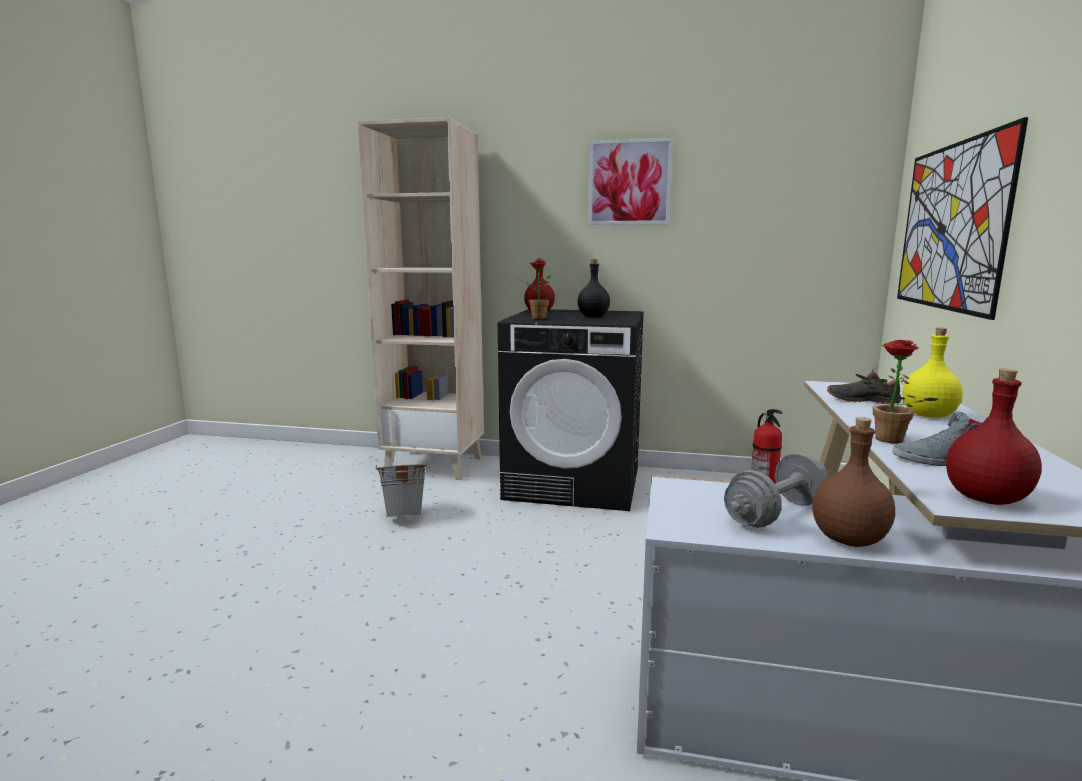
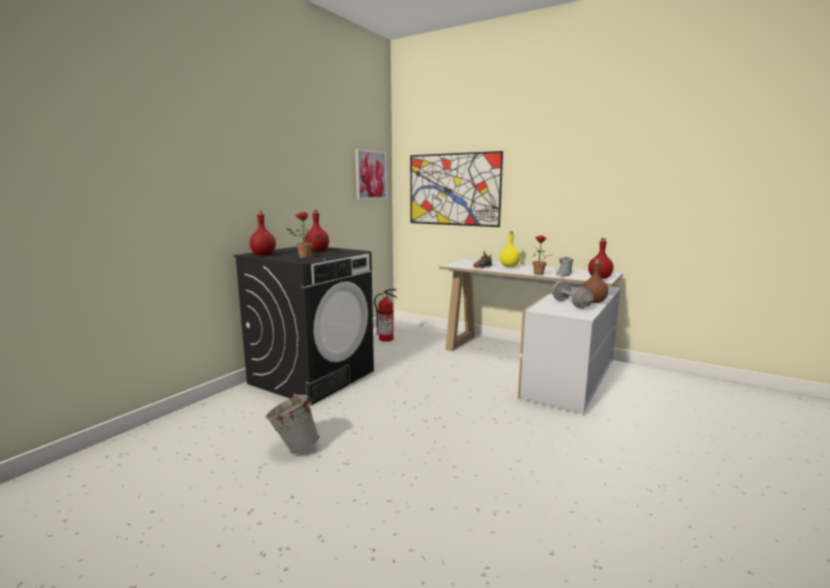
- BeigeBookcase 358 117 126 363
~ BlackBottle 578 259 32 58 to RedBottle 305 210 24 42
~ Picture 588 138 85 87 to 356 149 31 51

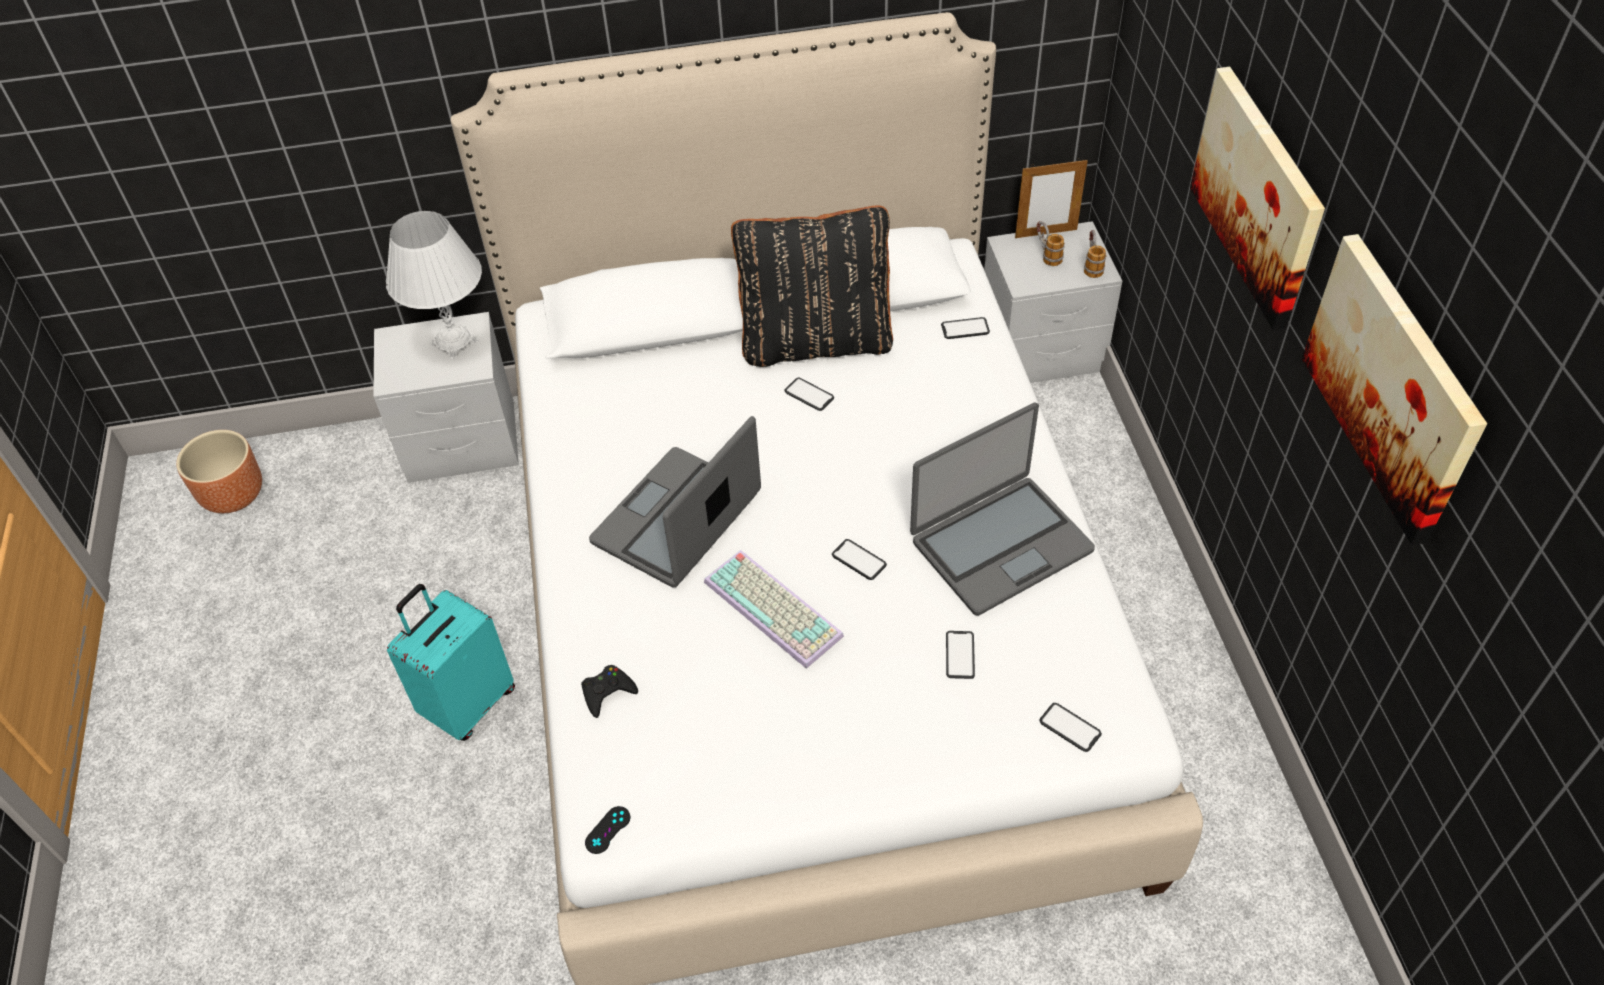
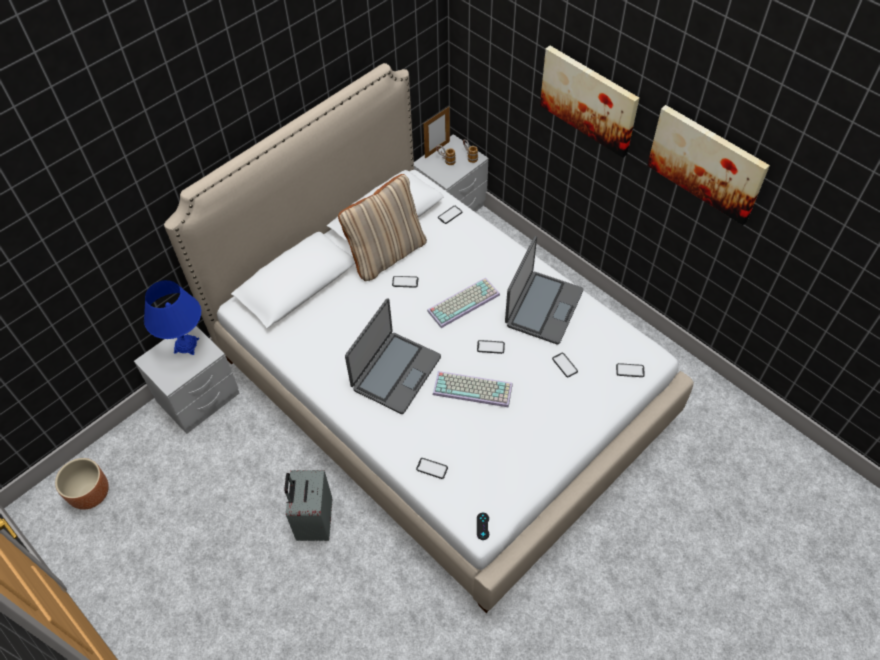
~ WhiteTableLamp 386 211 96 148 to BlueTableLamp 144 280 57 75
~ TurquoiseSuitcase 387 584 128 157 to GreySuitcase 284 470 48 71
~ BlackGameController 581 665 57 53 to Phone 416 458 32 21
~ Laptop 589 416 172 171 = 345 298 96 116 150 degrees counterclockwise
~ BlackPillow 731 205 162 162 to BeigePillow 338 174 89 107
+ Keyboard 427 278 73 50

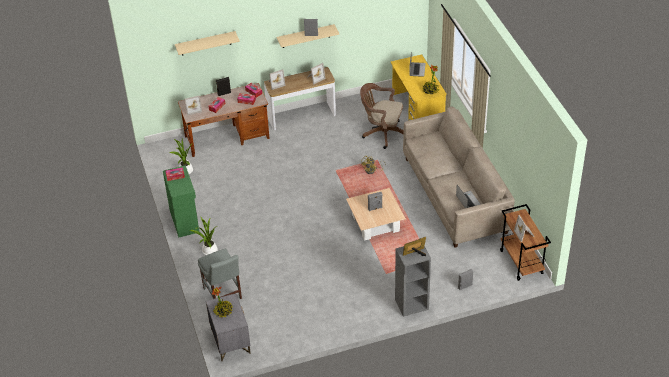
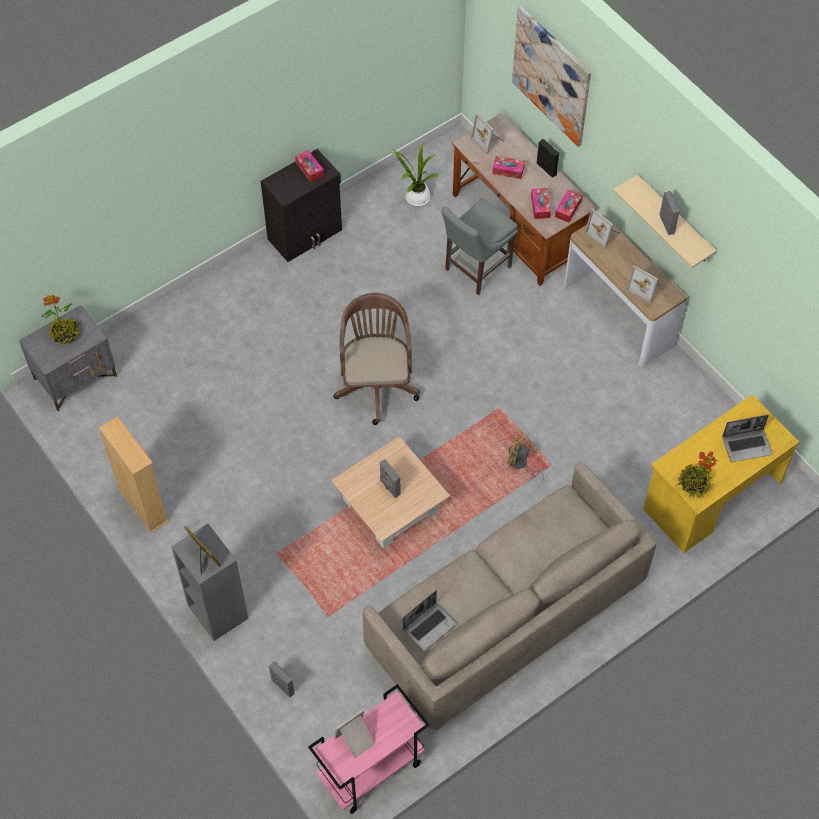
~ GreenCabinet 163 165 36 73 to BlackCabinet 261 149 81 113
~ BeigeShelf 175 31 65 24 to Picture 512 7 79 140
- PottedPlant 190 216 28 39
~ GreyChair 198 249 44 50 to 441 199 77 96
~ BrownOfficeChair 360 83 44 66 to 333 293 87 132
~ BrownCart 500 204 51 77 to PinkCart 308 684 122 130
+ BeigeBookcase 99 416 70 117

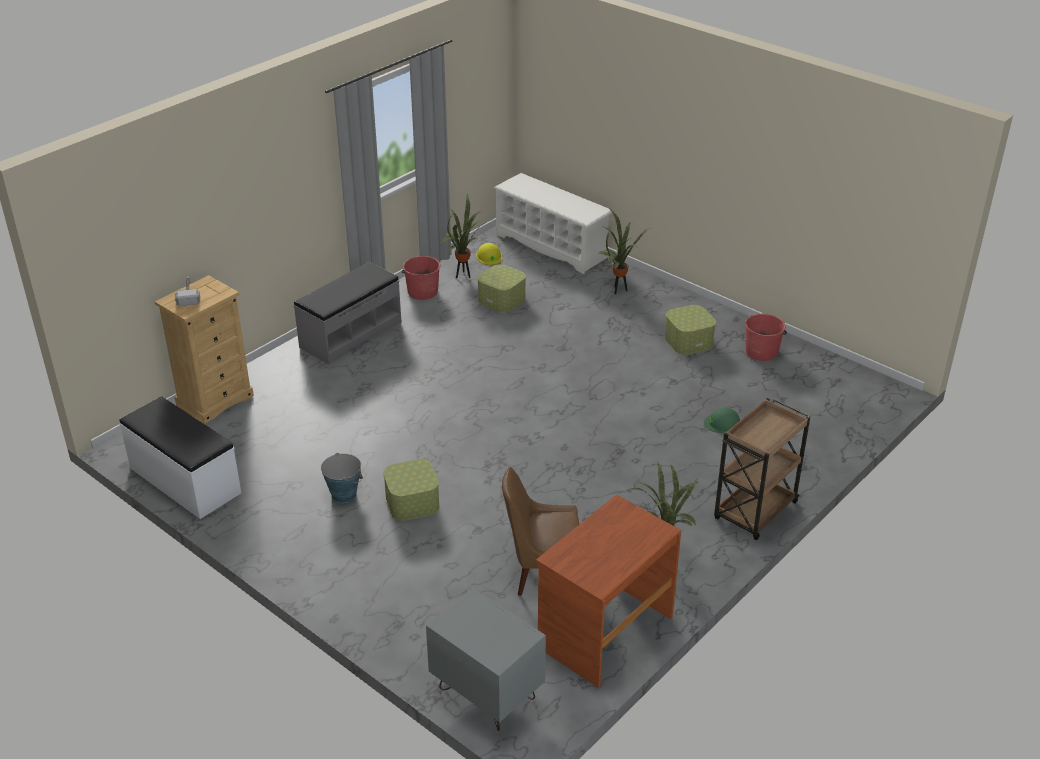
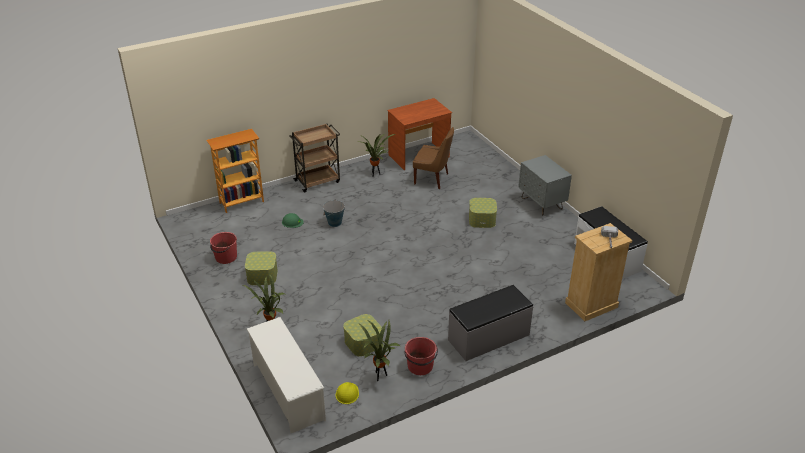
~ Bucket 321 453 42 50 to 323 200 22 27
~ GreyNightstand 426 588 120 143 to 518 155 54 60
+ Bookcase 207 129 57 84

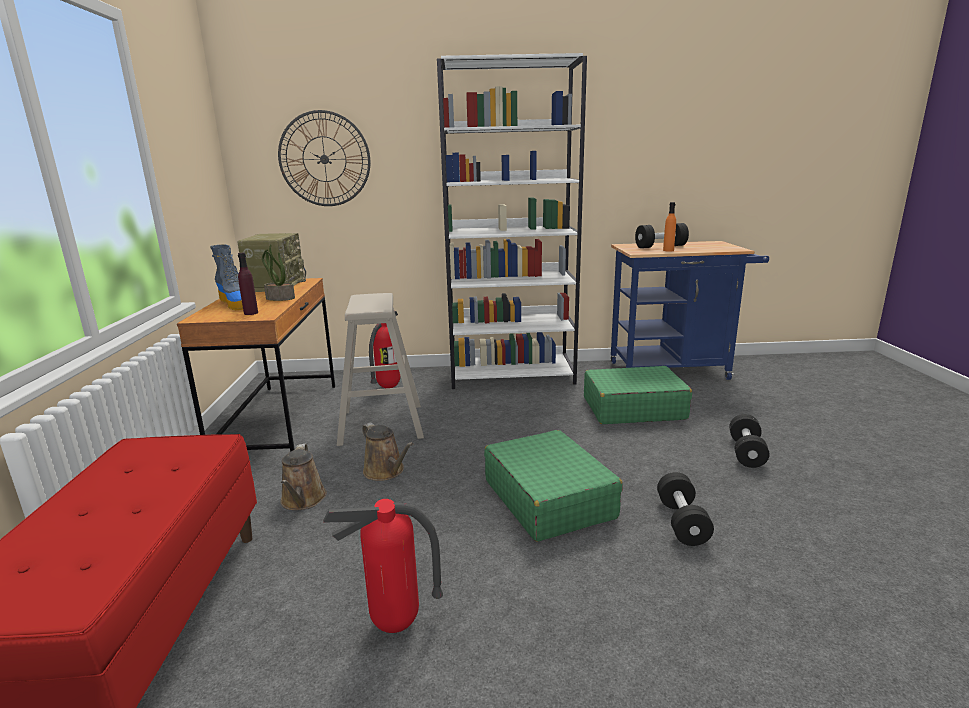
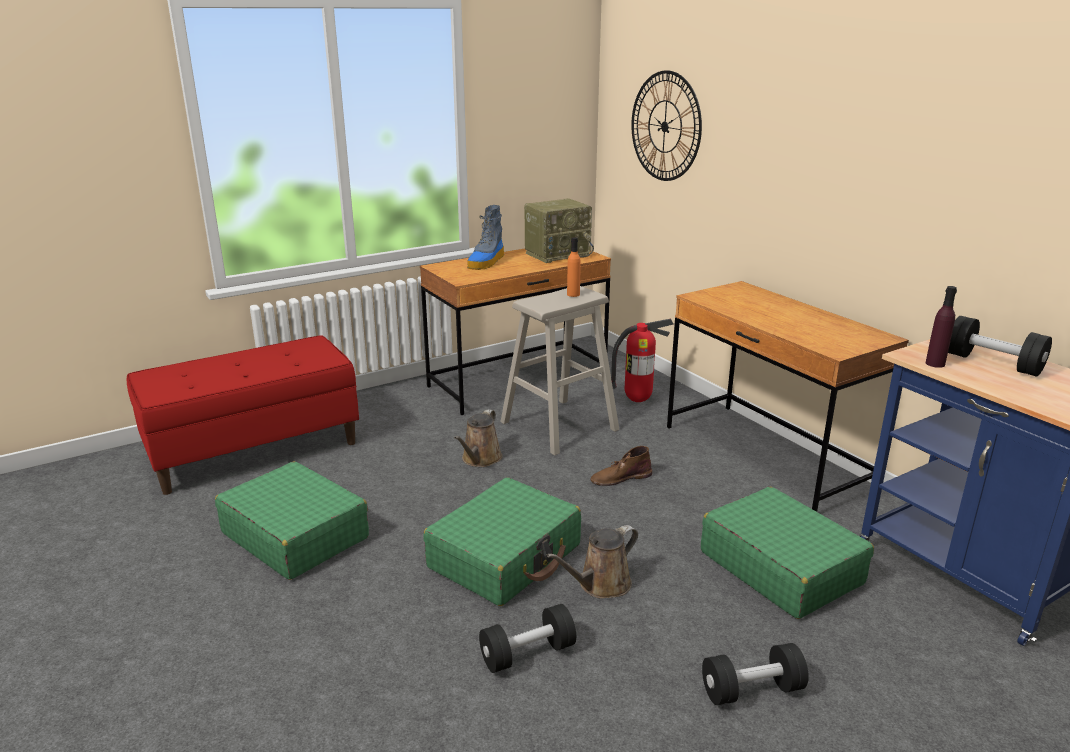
~ PurpleBottle 238 253 20 62 to 926 286 31 82
- PottedPlant 262 244 33 57
~ BrownWateringCan 280 444 47 66 to 547 525 91 74
~ FireExtinguisher 323 499 120 134 to GreenSuitcase 215 461 154 119
~ WhiteBookcase 437 53 150 336 to BrownDesk 667 281 242 231
~ OrangeBottle 663 202 13 49 to 567 237 14 60
+ BrownBoot 590 446 62 40

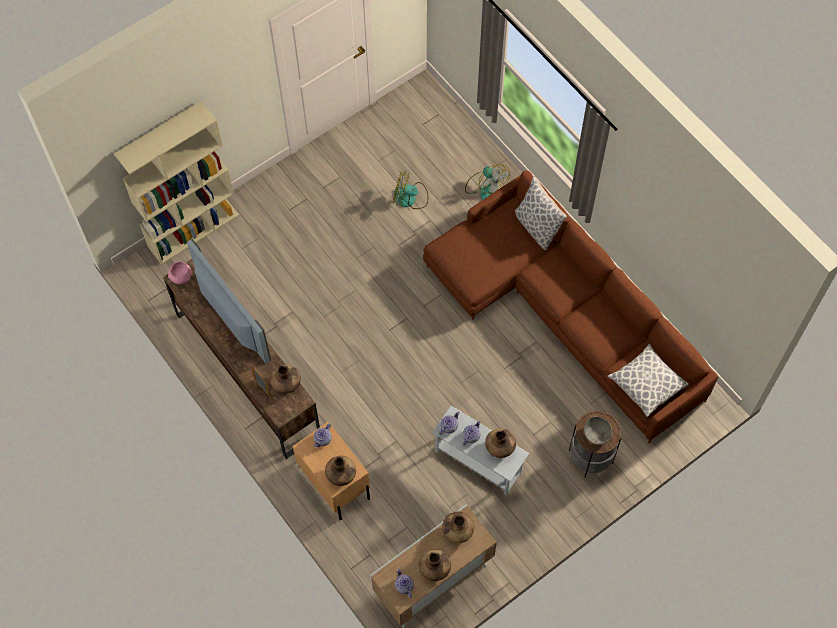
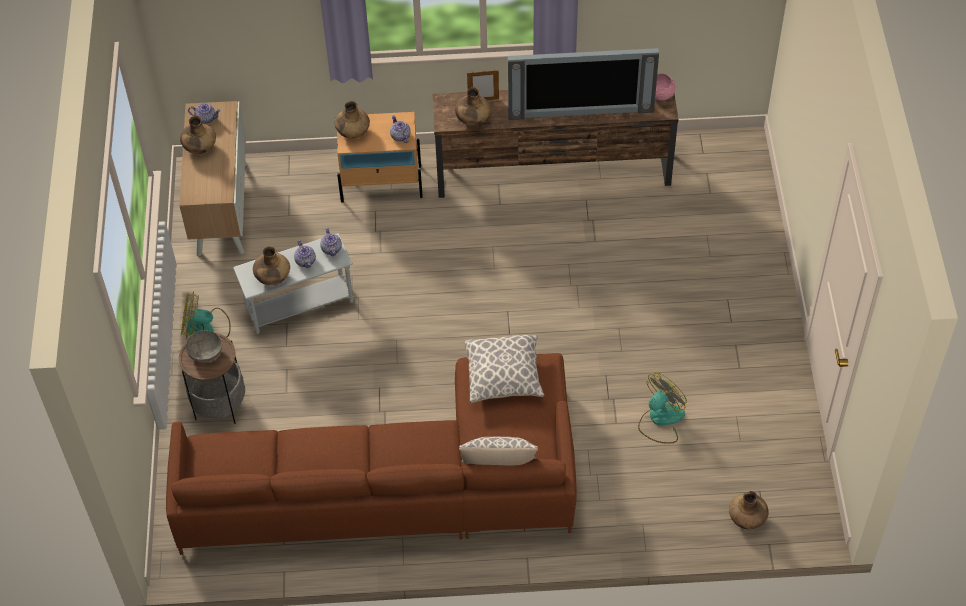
- BeigeBookcase 114 101 125 164
~ BrownVase 442 512 32 31 to 729 491 40 39
~ Fan 465 164 45 36 to 181 291 50 47
~ Pillow 607 344 82 73 to 465 335 79 68

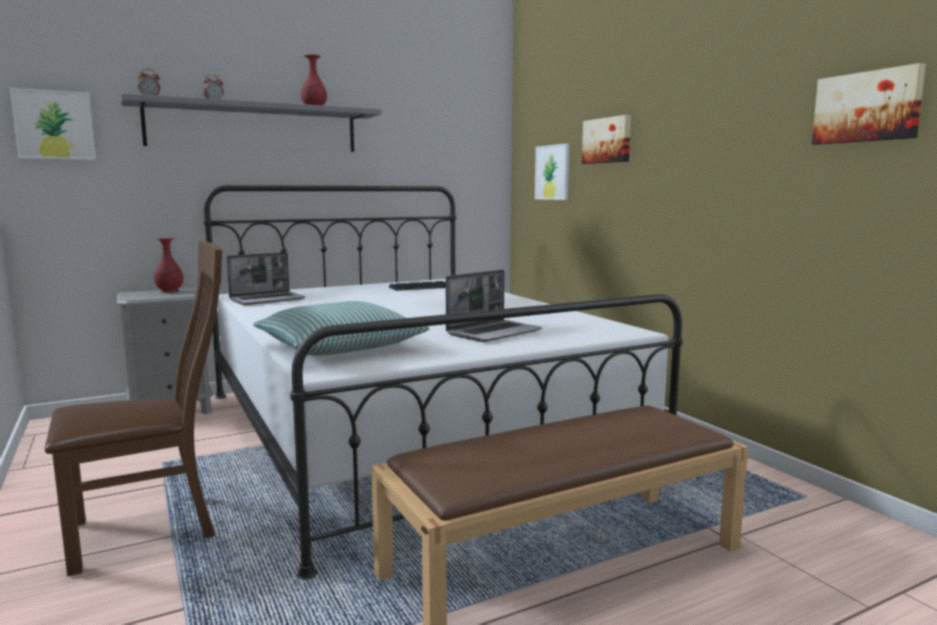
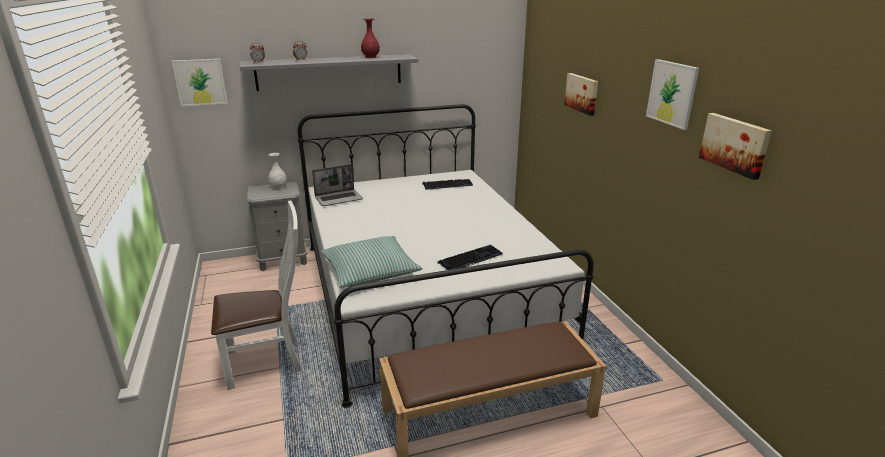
~ BrownChair 45 241 177 336 to WhiteChair 211 201 91 189
~ RedVase 154 238 30 55 to WhiteVase 268 153 19 36
~ Laptop 446 270 96 72 to Keyboard 437 245 66 25
~ Picture 535 143 34 57 to 646 59 53 71

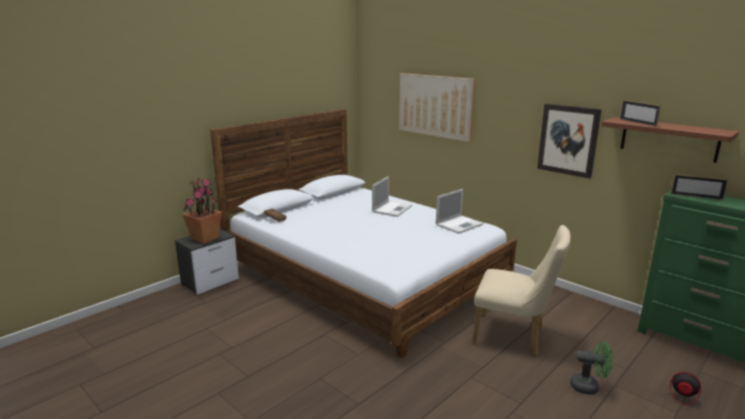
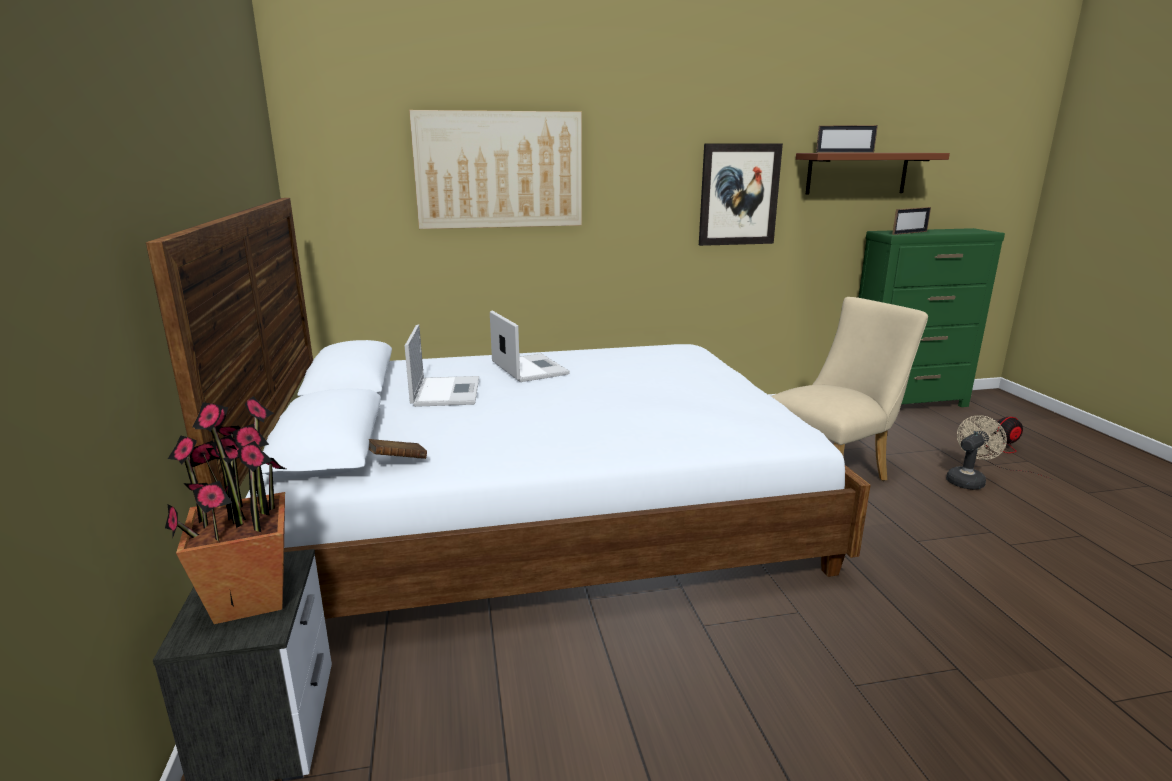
~ Laptop 436 189 48 45 to 405 324 74 83
~ GreenFan 570 342 43 52 to BeigeFan 946 415 61 75

